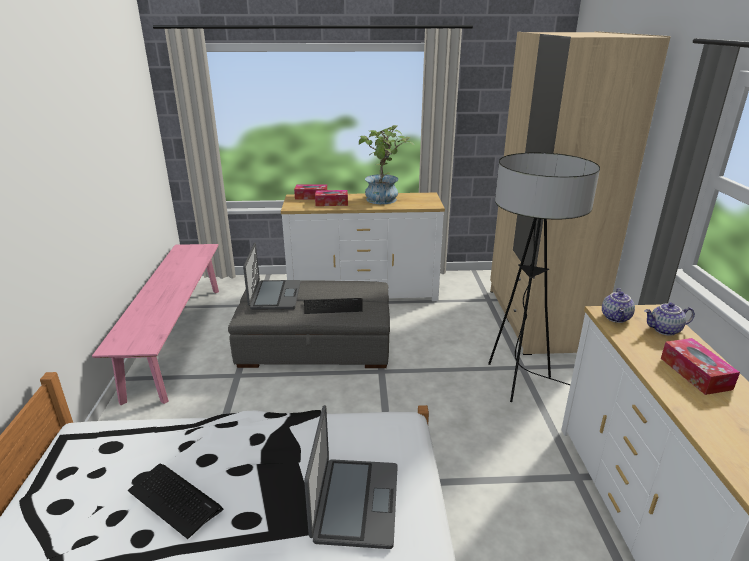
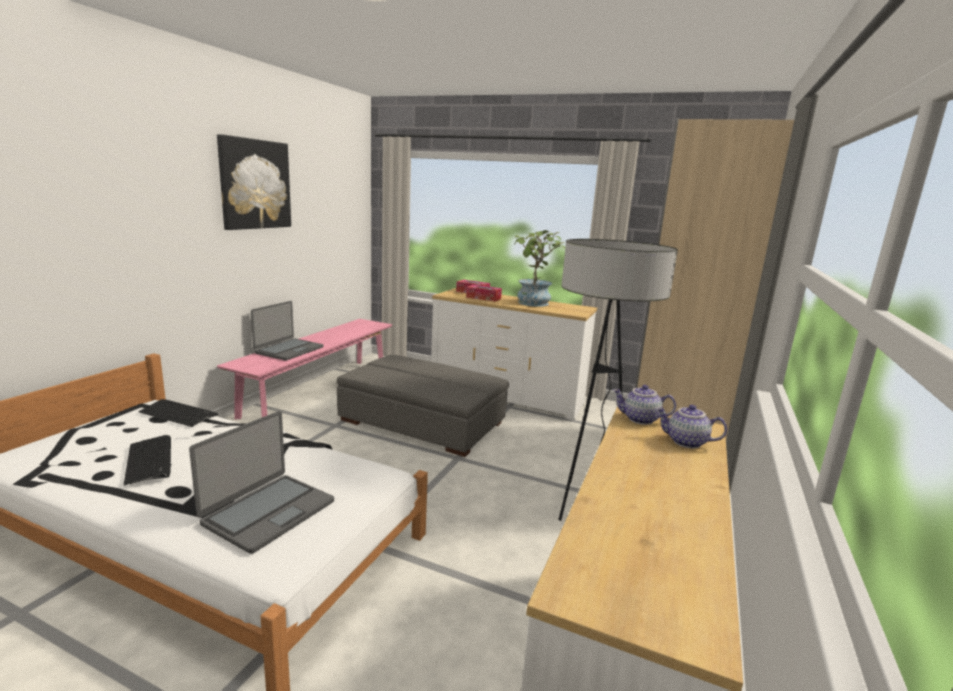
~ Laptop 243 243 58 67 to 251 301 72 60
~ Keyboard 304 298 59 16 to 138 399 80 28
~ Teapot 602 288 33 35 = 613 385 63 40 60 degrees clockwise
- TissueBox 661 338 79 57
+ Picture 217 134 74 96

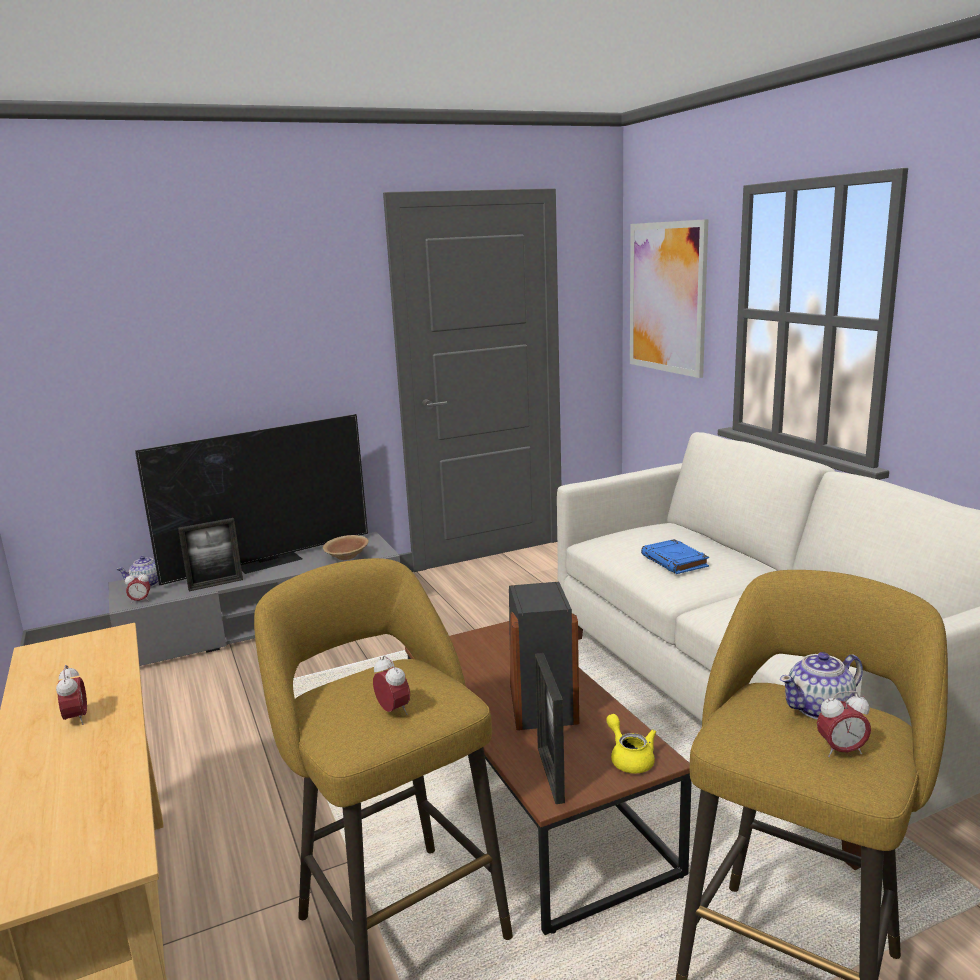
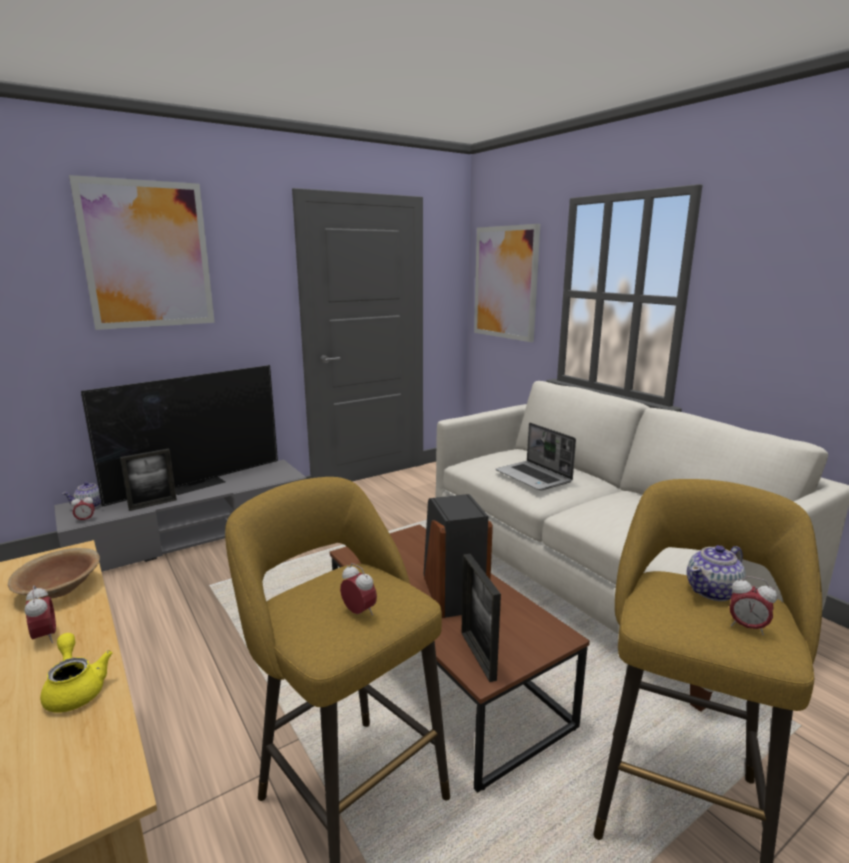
~ BrownBowl 323 535 46 25 to 8 548 92 50
~ YellowTeapot 606 714 50 59 to 40 633 73 80
~ BlueBook 641 539 68 35 to Laptop 496 423 80 67
~ AlarmClock 817 691 54 66 = 730 576 47 59 45 degrees clockwise
+ Picture 69 175 146 155

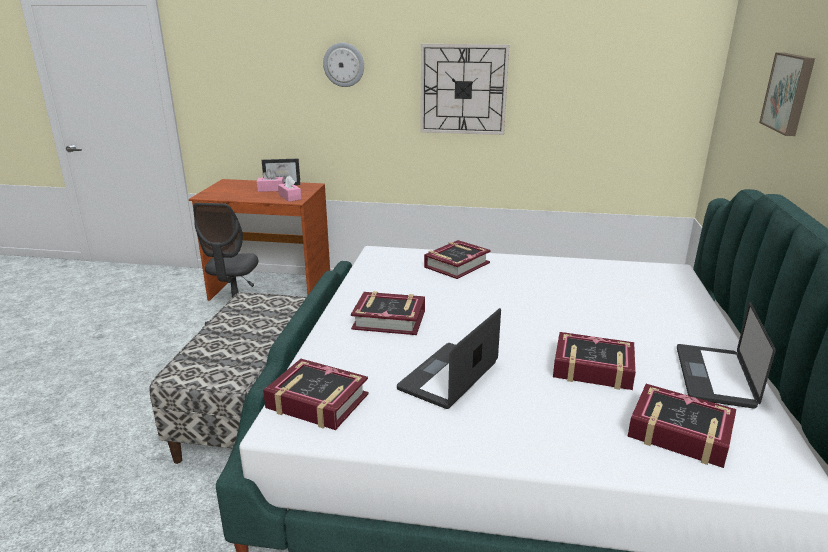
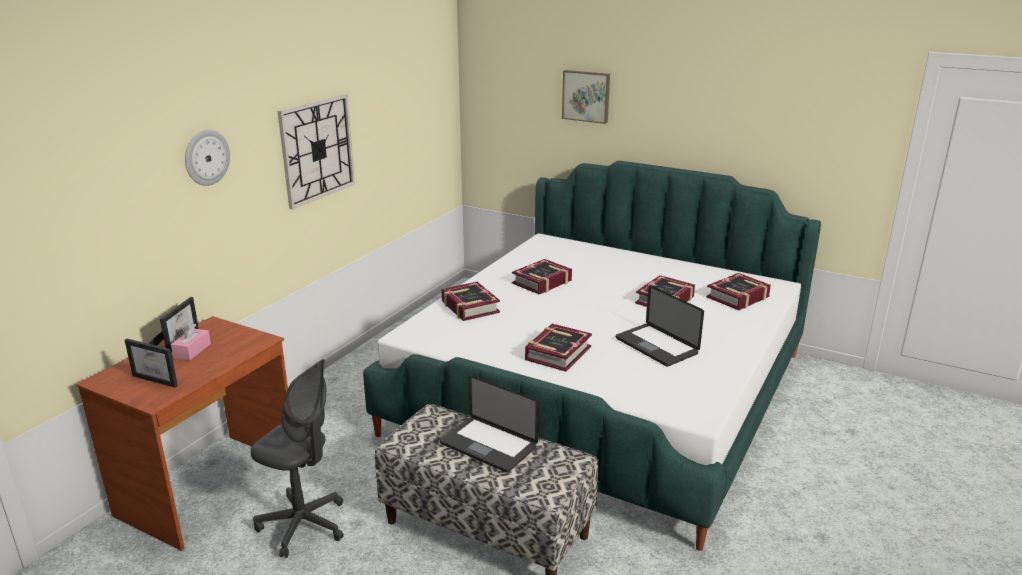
~ Book 263 359 105 71 to 512 259 60 35
- PinkTissueBox 278 176 24 26
~ Laptop 677 302 99 107 to 440 375 99 98
+ PictureFrame 125 339 53 49

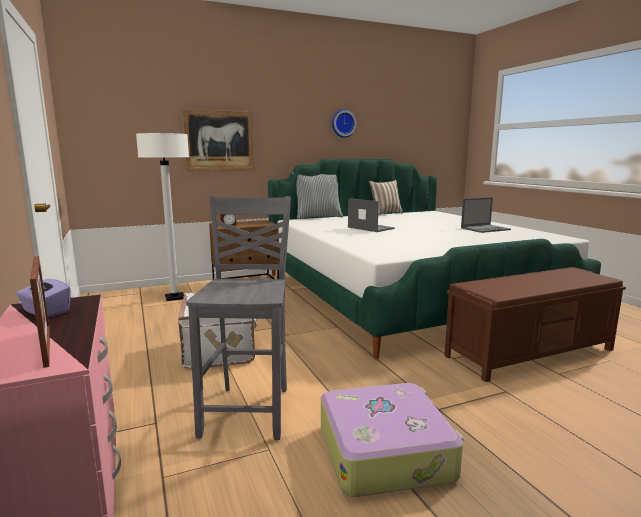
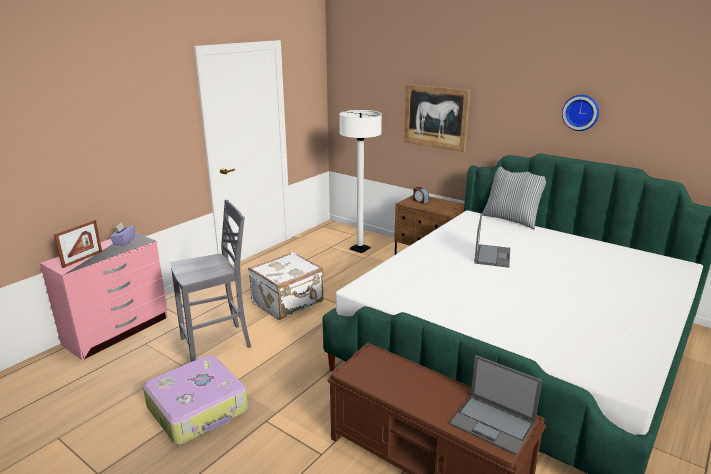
- Pillow 369 180 34 35
~ Laptop 461 197 50 36 to 449 355 93 100

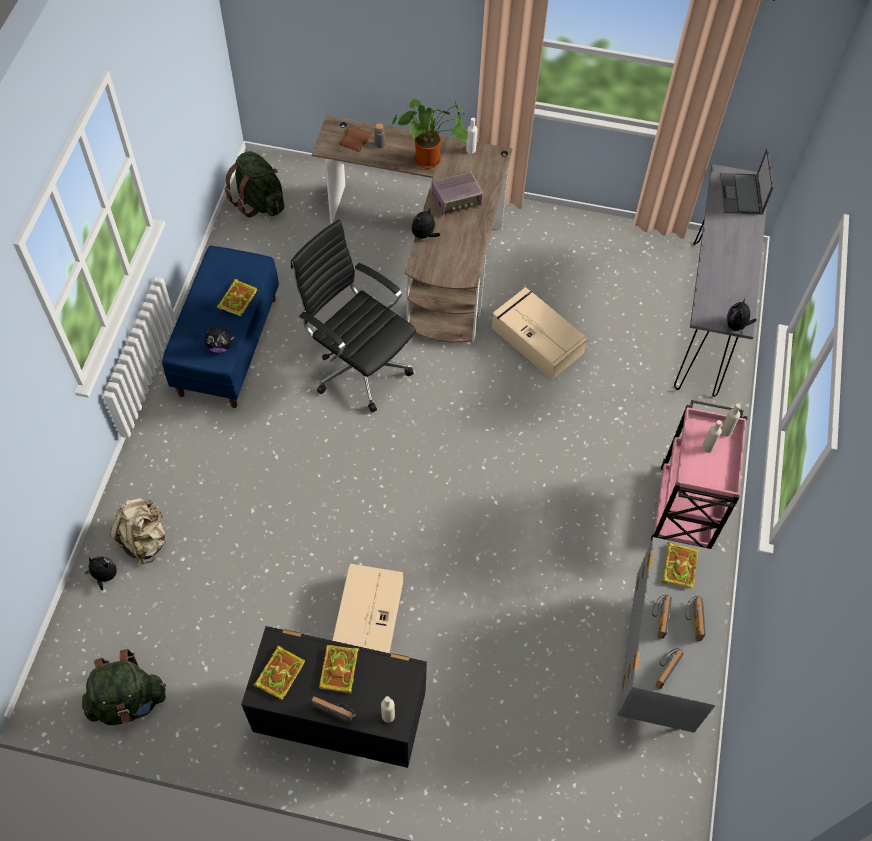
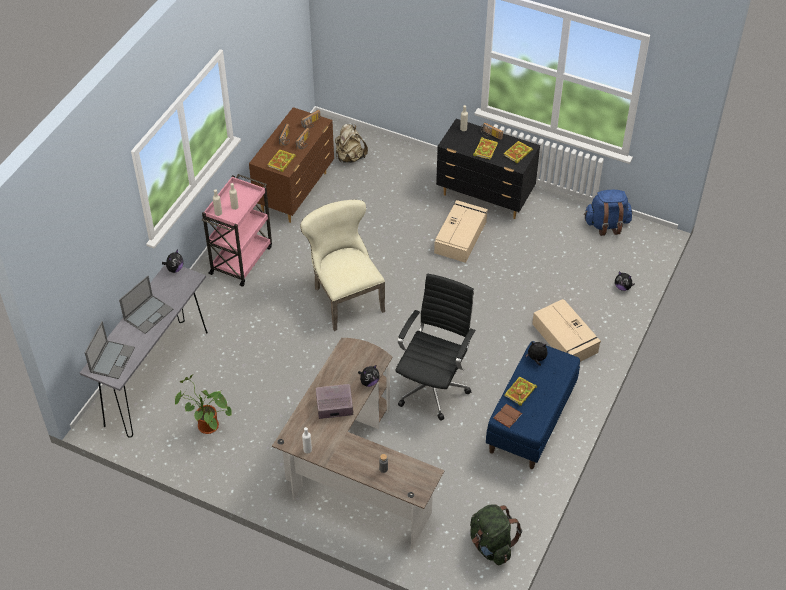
~ GreenBackpack 81 649 85 76 to BlueBackpack 584 190 48 46
~ BeigeBackpack 110 498 56 67 to 335 124 33 39
~ BlackOfficeChair 291 220 125 193 = 395 273 81 148 120 degrees counterclockwise
~ BrownBook 339 126 33 26 to 494 404 28 24
~ PottedPlant 392 99 77 70 to 175 375 57 59
~ BeigeStorageBox 492 287 95 93 to 532 299 69 63
~ GreyDresser 617 537 114 196 to BrownDresser 249 107 85 116
+ Laptop 119 276 54 58
+ BeigeChair 300 200 85 131

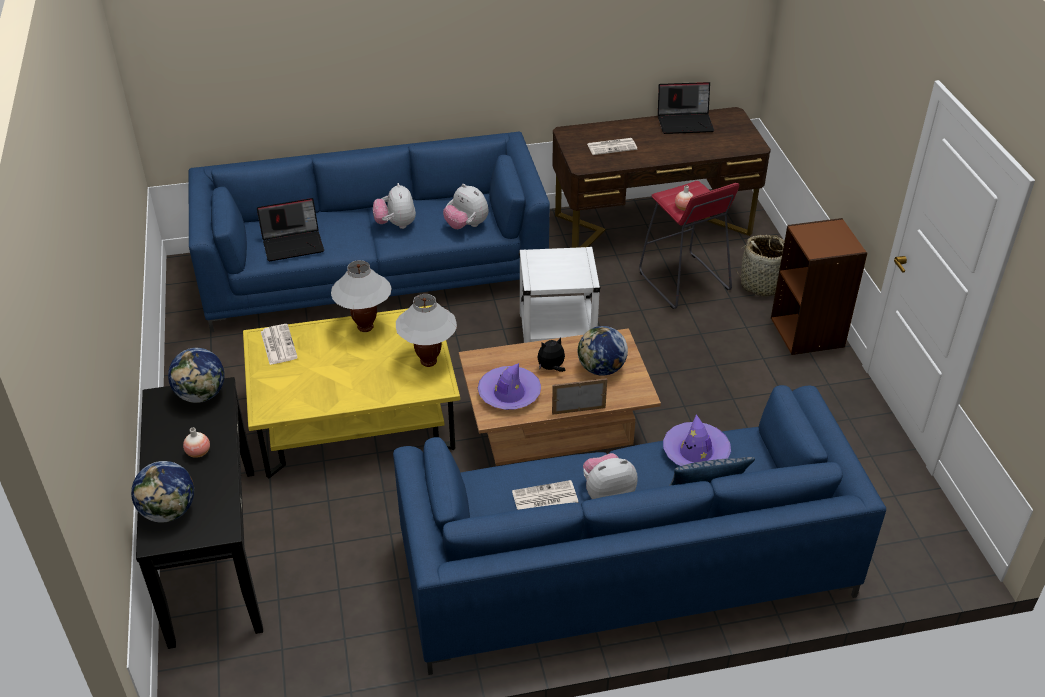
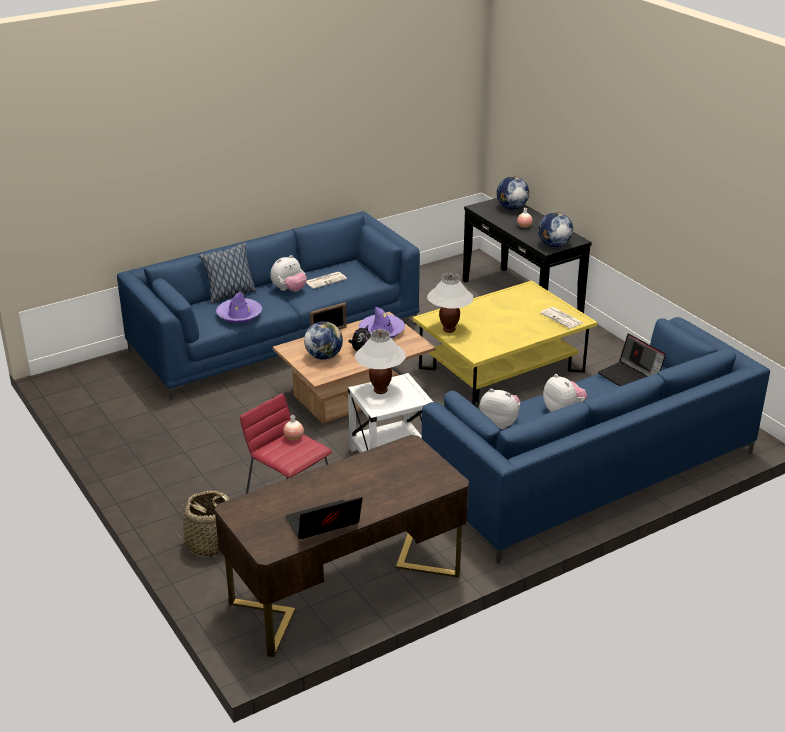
~ Laptop 257 198 67 63 = 598 334 68 52 90 degrees counterclockwise
~ WhiteTableLamp 331 260 61 72 to 355 329 51 65
- Newspaper 587 138 50 17
- BrownBookcase 771 218 96 137

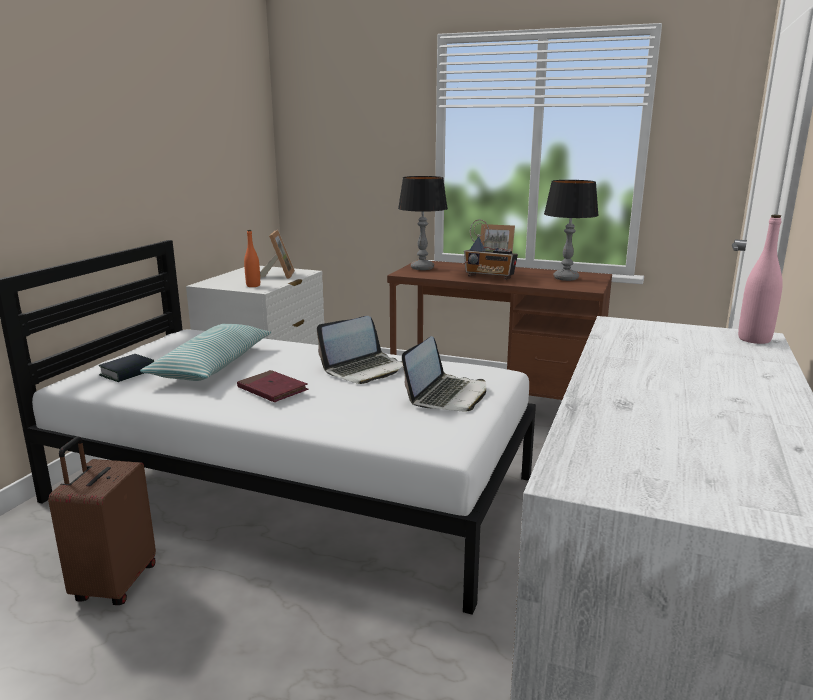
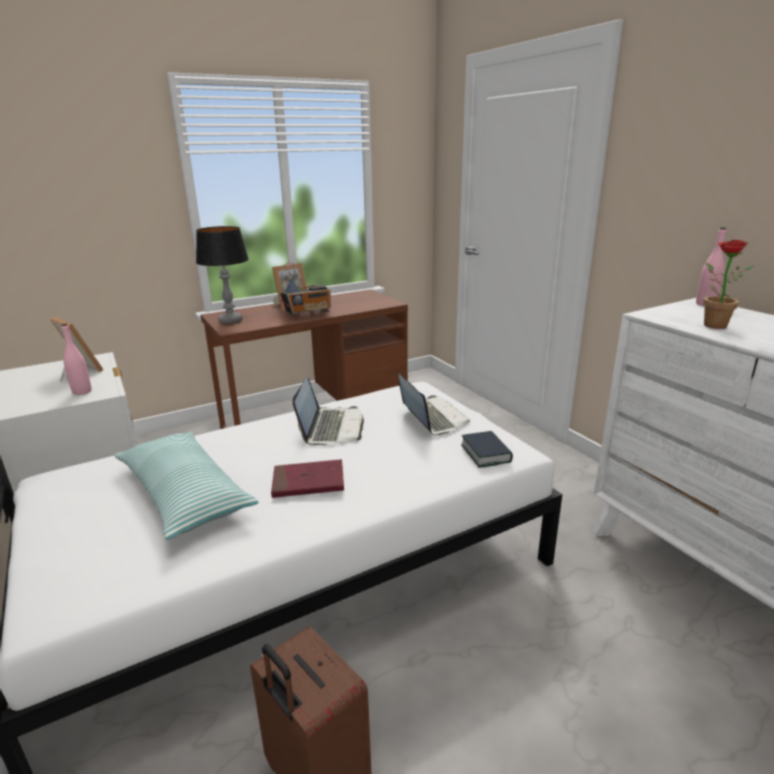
~ Book 99 354 55 28 to 461 431 52 37
~ OrangeBottle 244 230 16 57 to PinkBottle 62 323 29 72
- TableLamp 544 180 55 101
+ PottedPlant 703 240 50 89

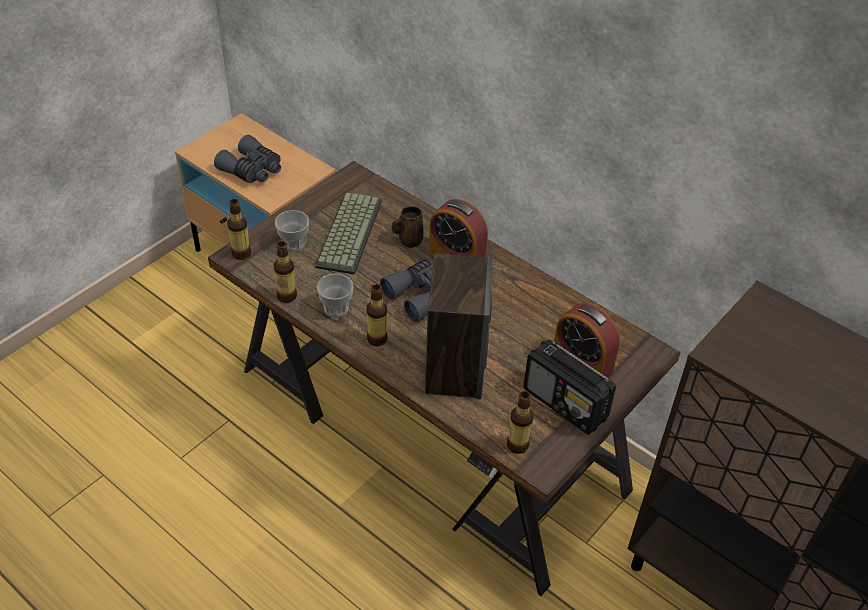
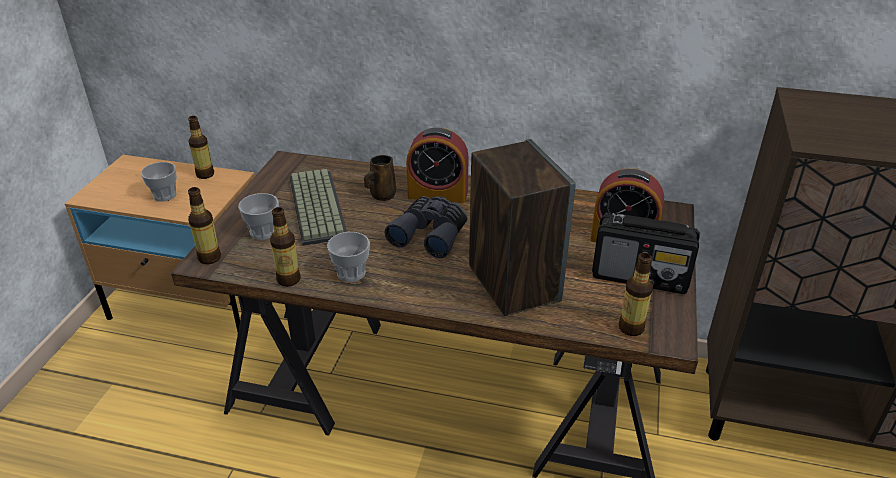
~ GreyBinoculars 214 135 67 48 to Cup 141 162 36 40
~ Bottle 366 284 22 62 to 188 116 26 63

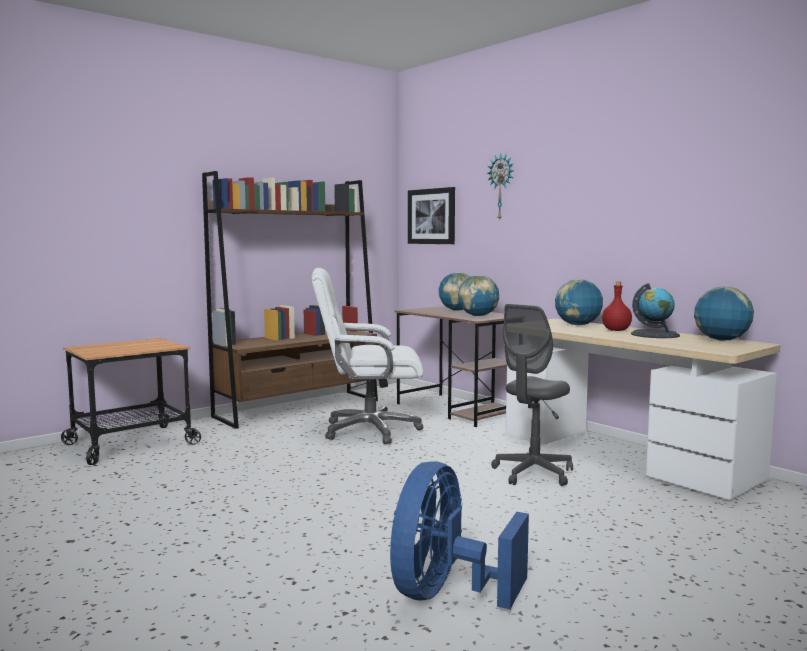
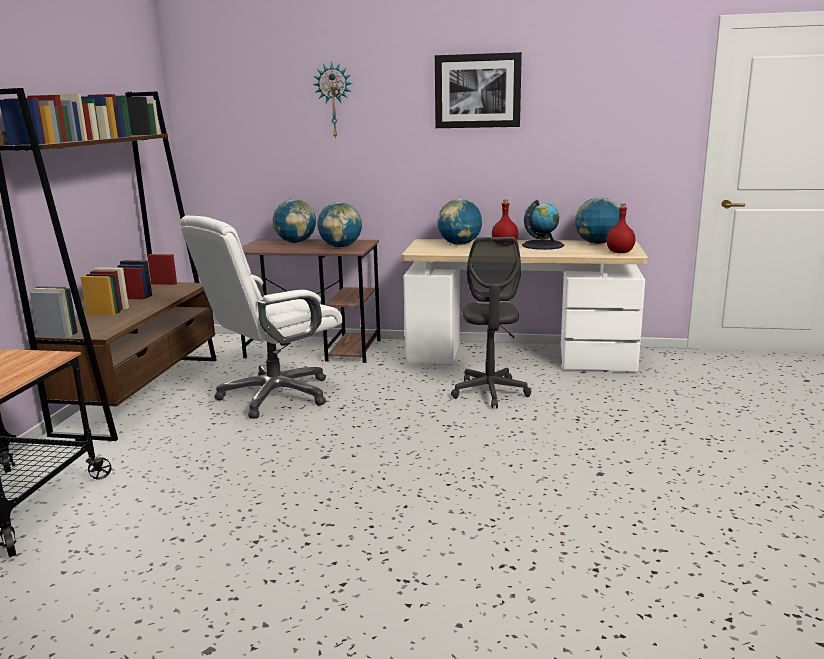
- BlueFan 390 461 139 148
~ Picture 408 187 47 57 to 435 52 87 76
+ RedBottle 606 203 29 50

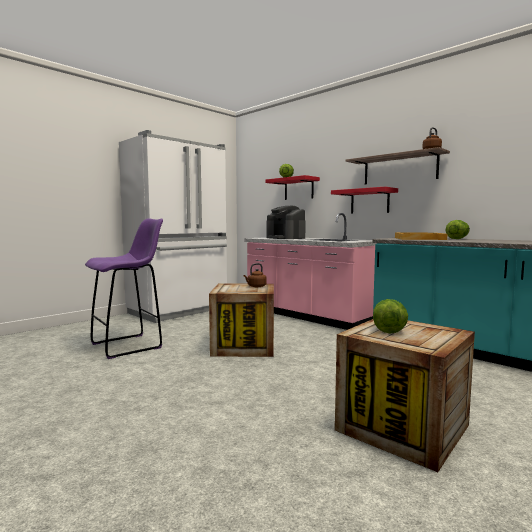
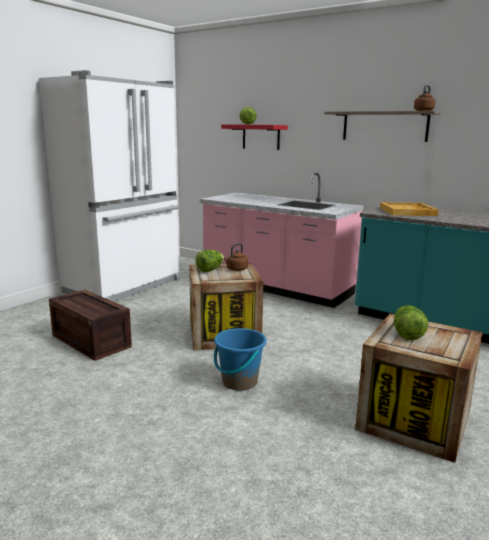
~ PurpleStool 85 218 78 141 to Crate 49 290 83 71
- CoffeeMachine 266 206 40 33
- RedShelf 331 187 67 27
~ Lettuce 446 220 24 19 to 195 250 29 22
+ BlueBucket 214 328 53 63

